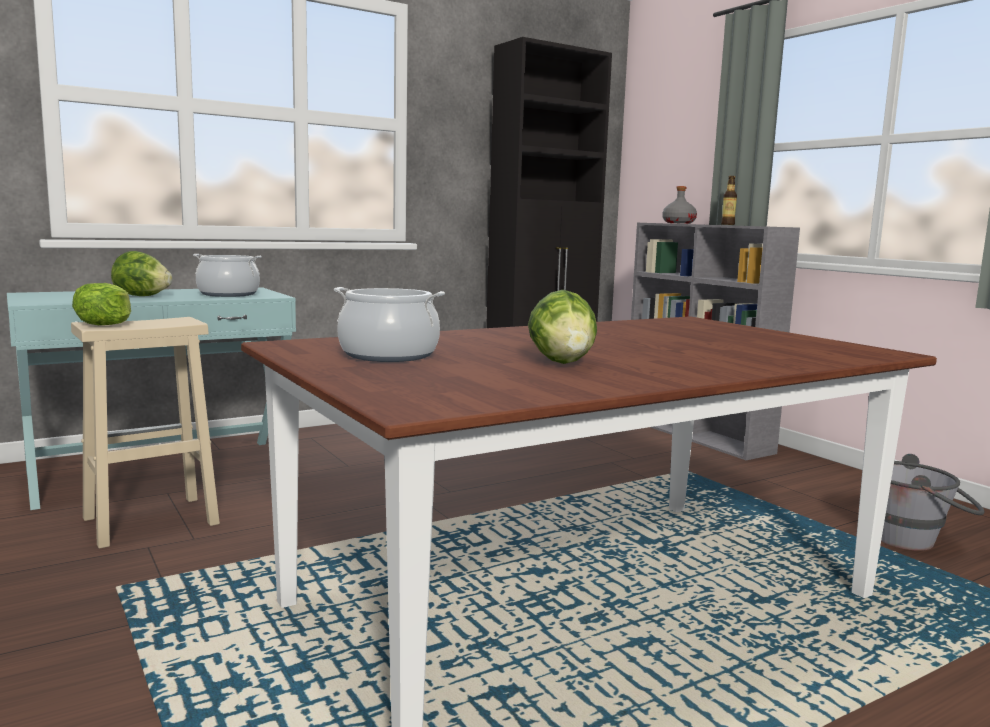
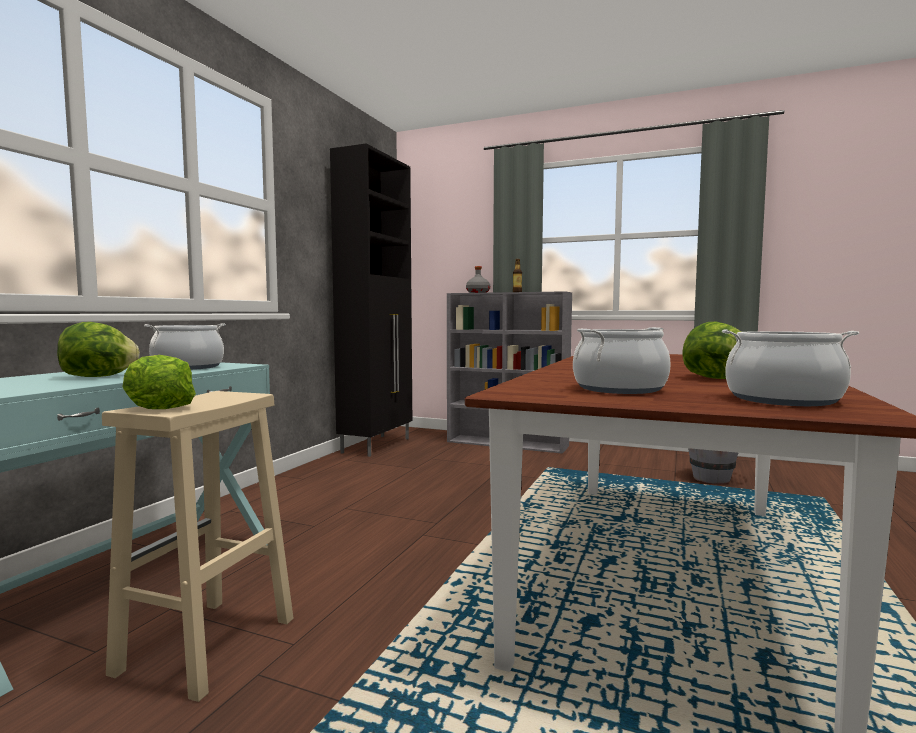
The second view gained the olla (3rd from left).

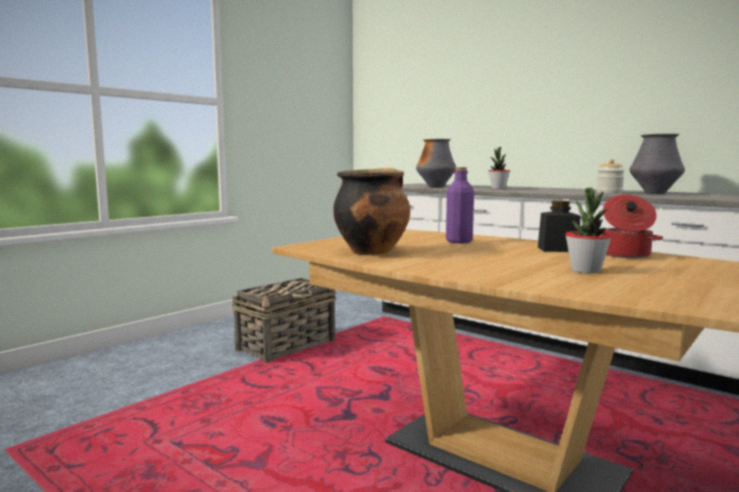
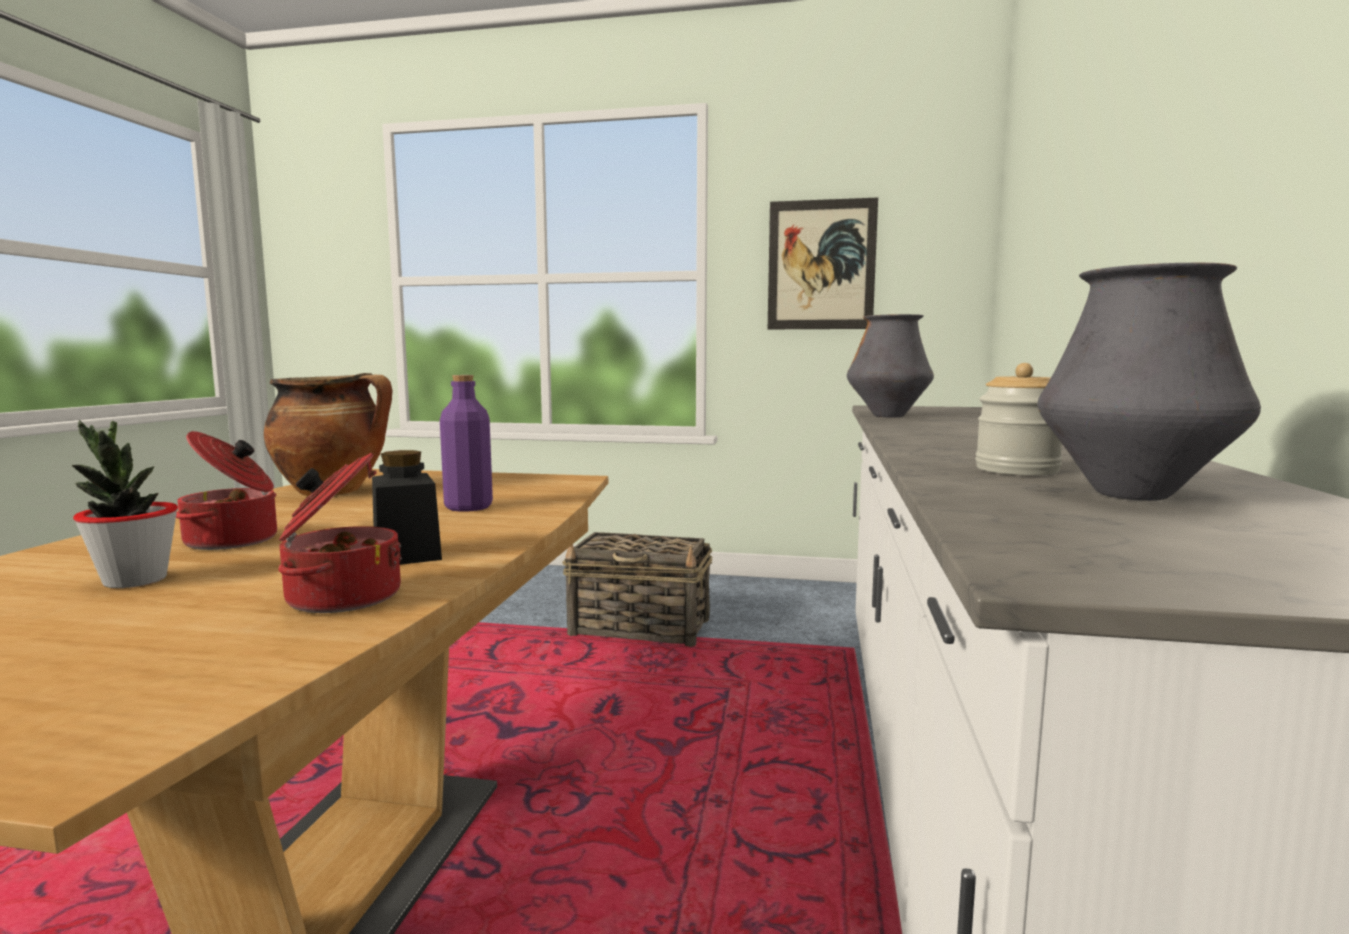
The second view lost the planta en maceta (1st from left). The second view gained the cuadro. The second view gained the olla (1st from left).

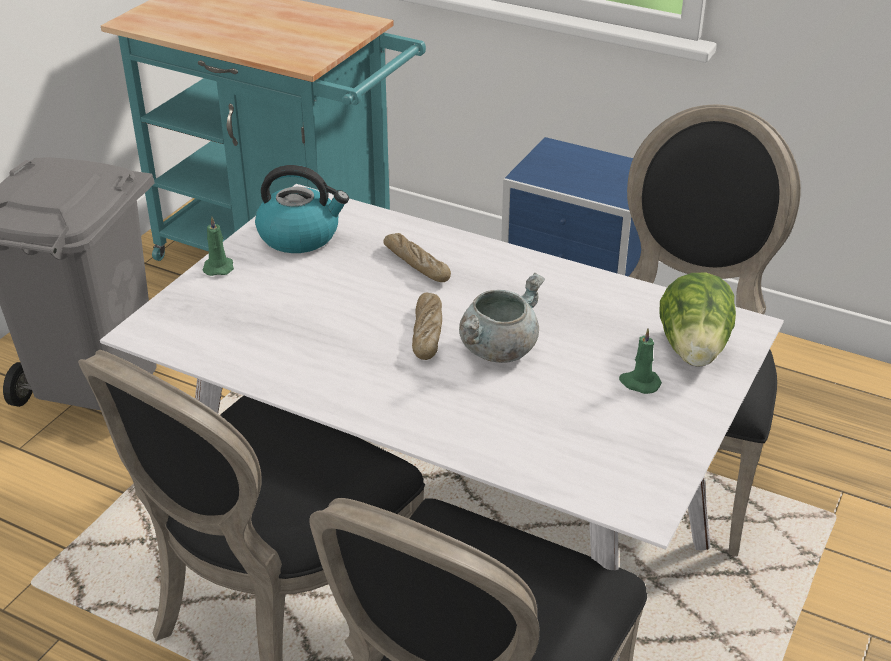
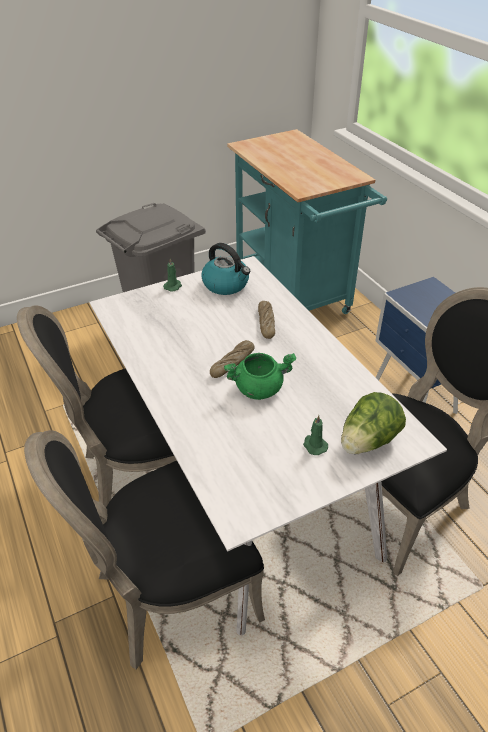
What was the olla [gris] turned into the olla [verde].

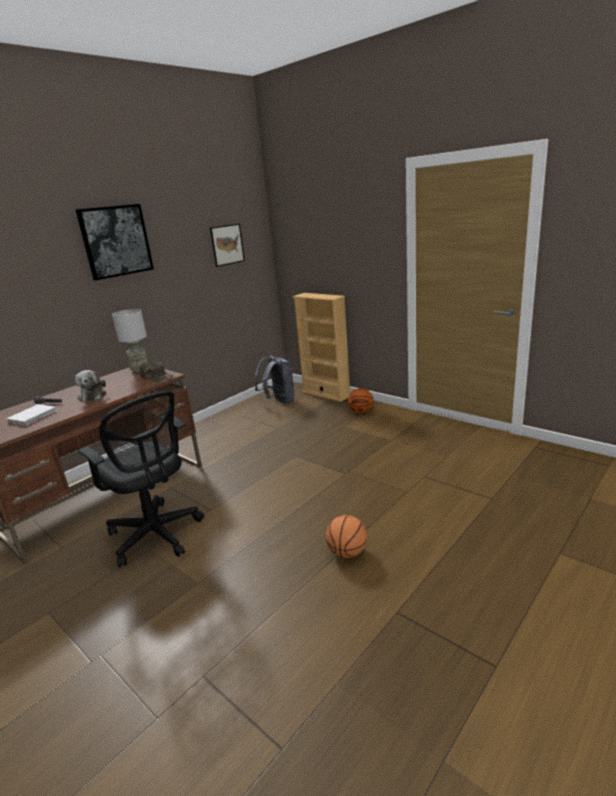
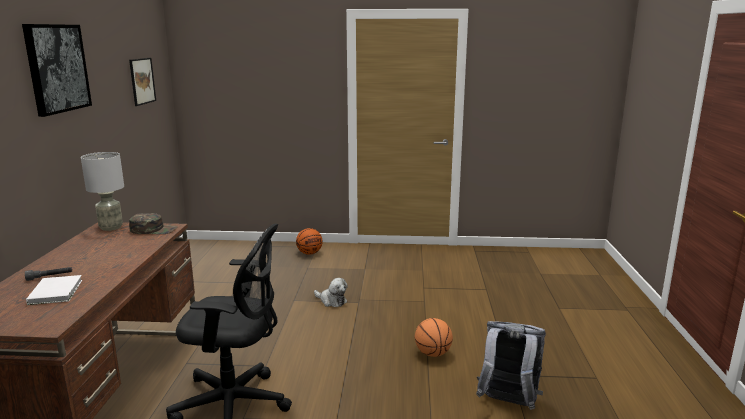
The second view lost the estantería [beis]. The mochila [gris] ended up elsewhere. The peluche ended up elsewhere.

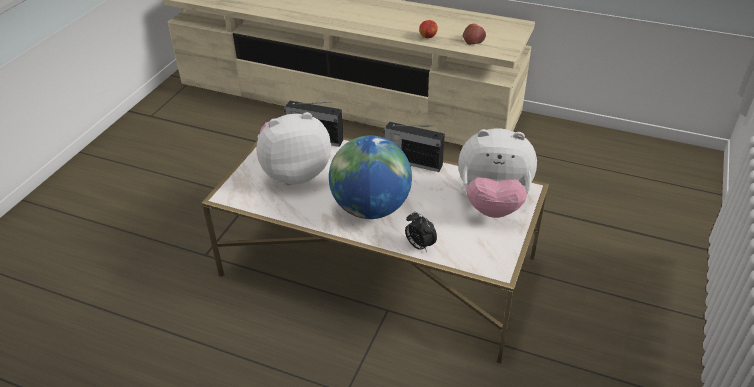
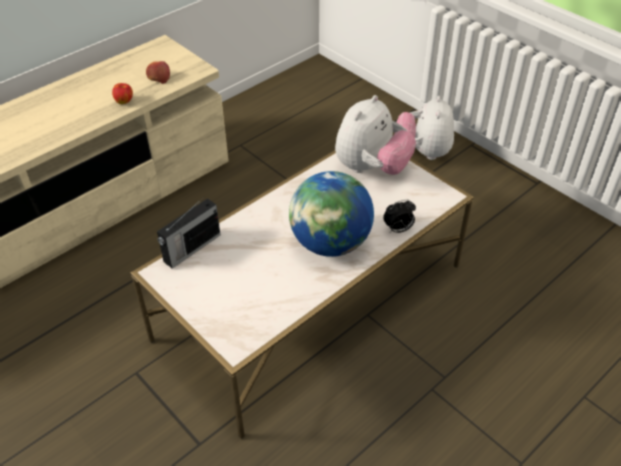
The peluche (1st from left in the first image) ended up elsewhere. The second view lost the radio (2nd from left).

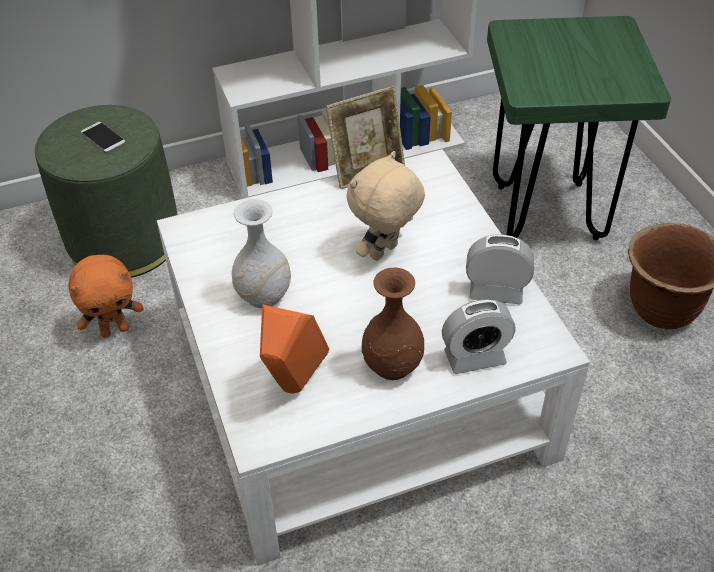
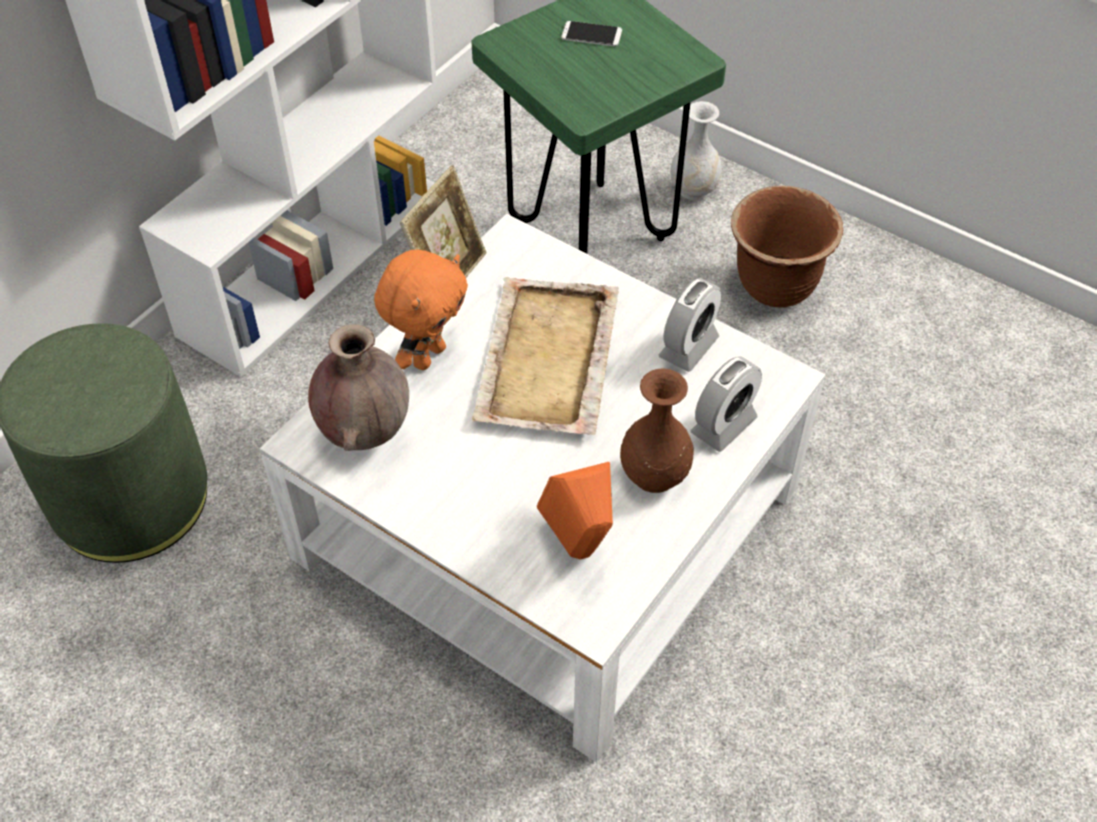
The móvil ended up elsewhere. Where the peluche [beis] stood, the bandeja [beis] came to stand. The florero [blanco] ended up elsewhere. The despertador (2nd from left in the first image) ended up facing another way, 150 degrees clockwise from before. The peluche [naranja] ended up elsewhere. The second view gained the florero [marrón] (1st from left).

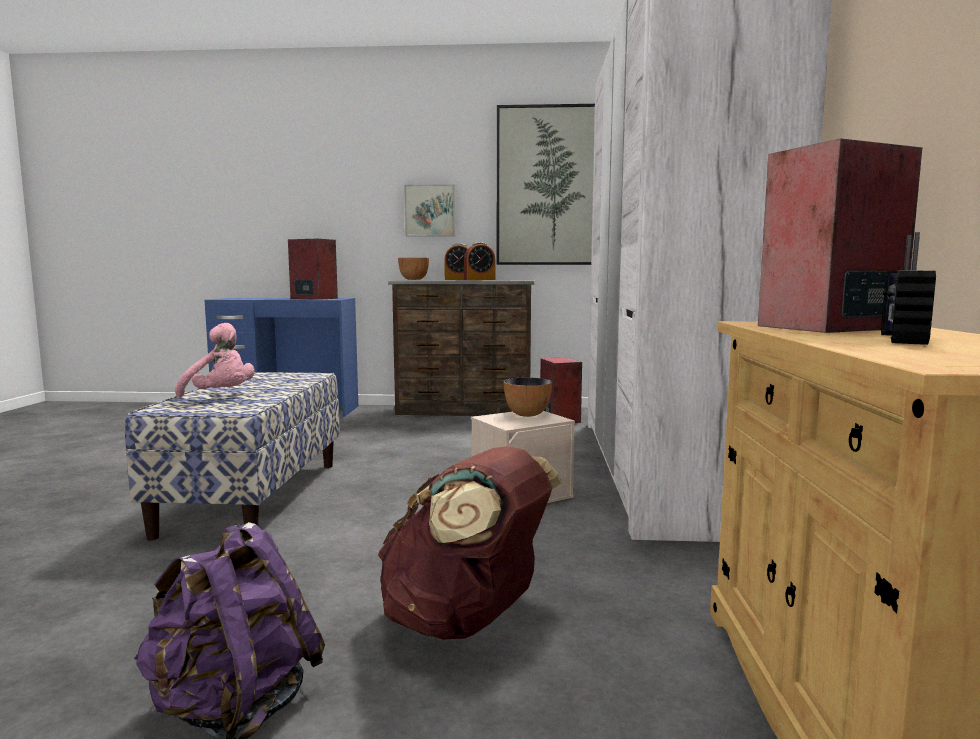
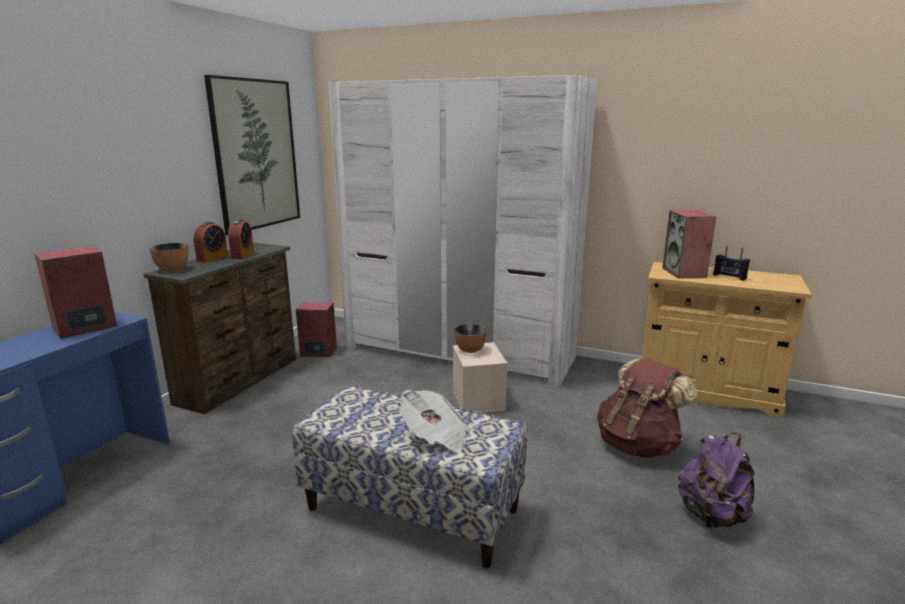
The second view lost the cuadro (1st from left). Where the peluche [rosa] stood, the periódico came to stand.

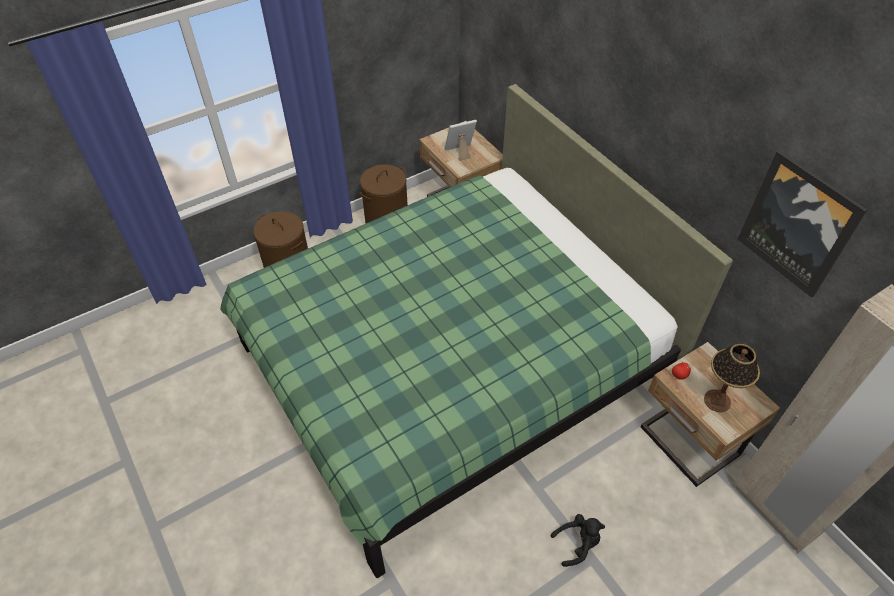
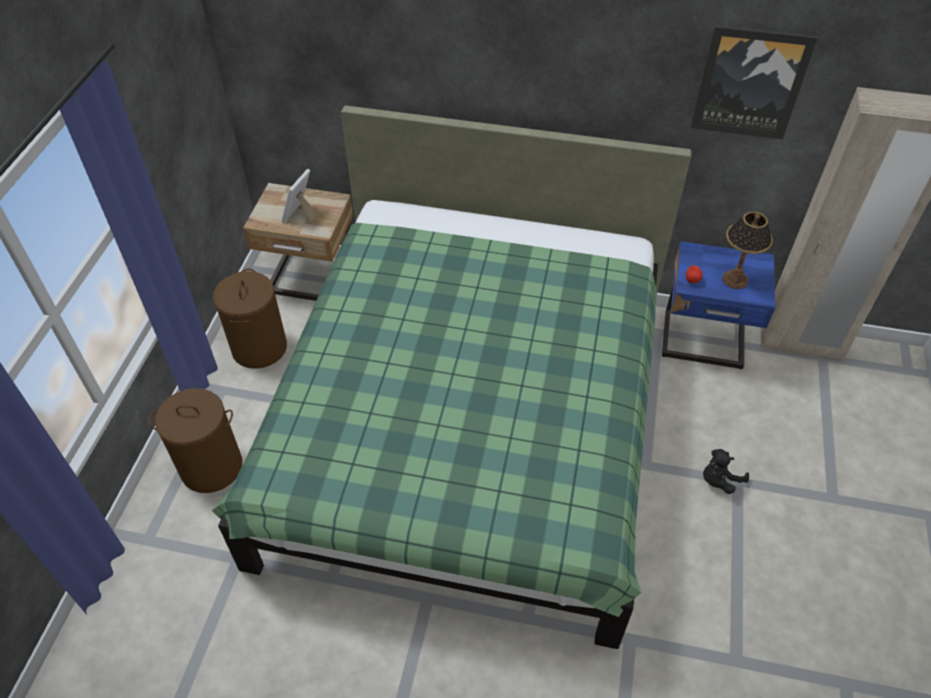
What was the mesita de noche [beis] (2nd from left) turned into the mesita de noche [azul]. The peluche [negro] ended up facing another way, 150 degrees counterclockwise from before.

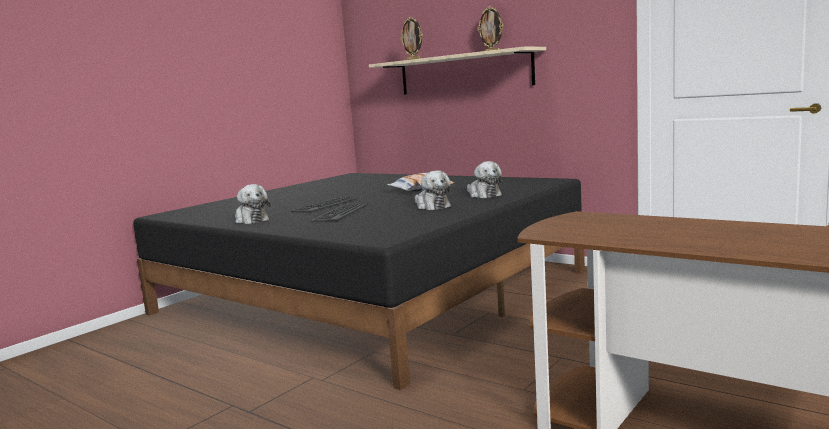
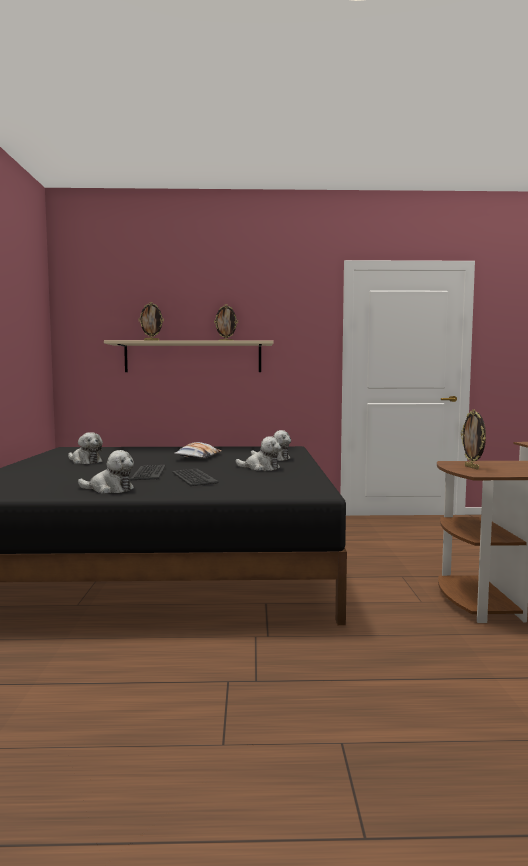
The second view gained the portarretratos (3rd from left). The second view gained the peluche (1st from left).

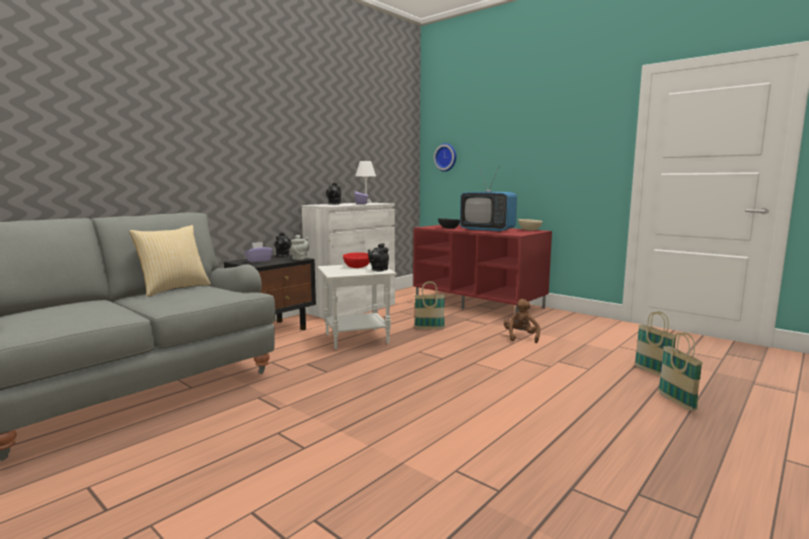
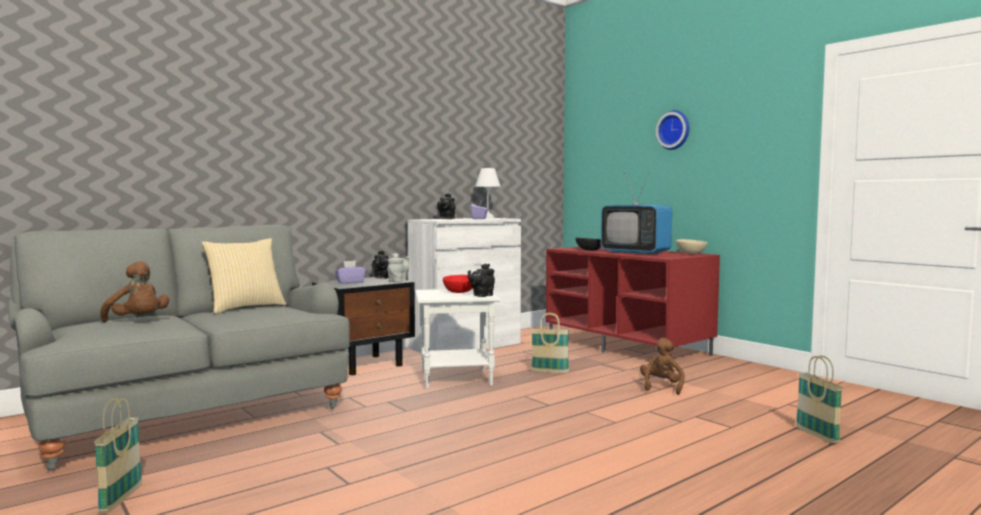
The reloj de pared ended up elsewhere. The cesta (3rd from left in the first image) ended up elsewhere. The second view gained the peluche [marrón] (1st from left).

